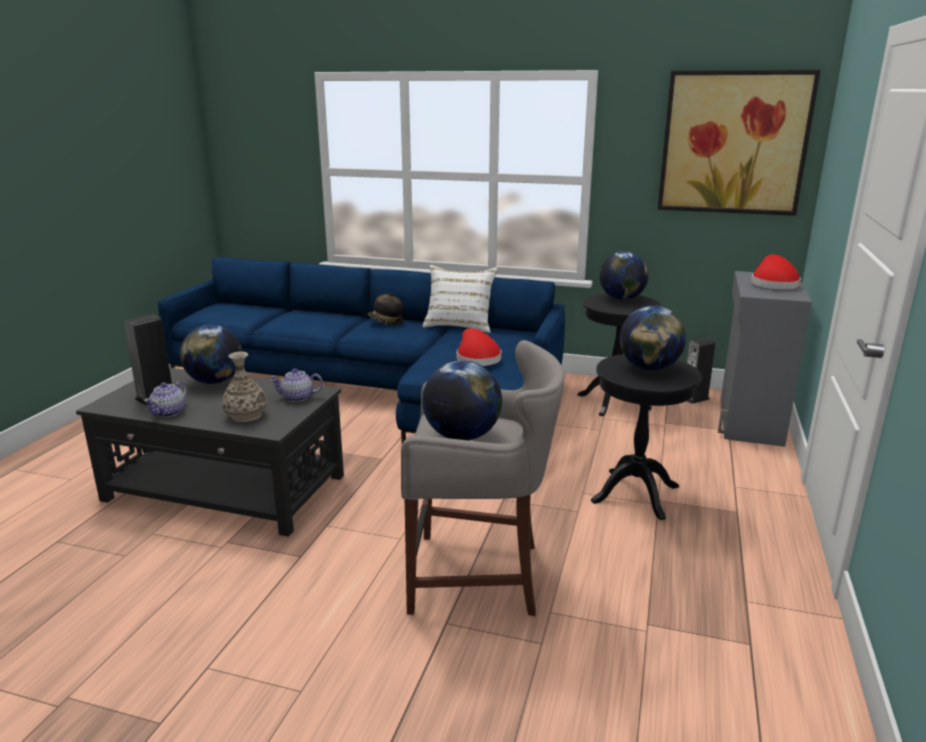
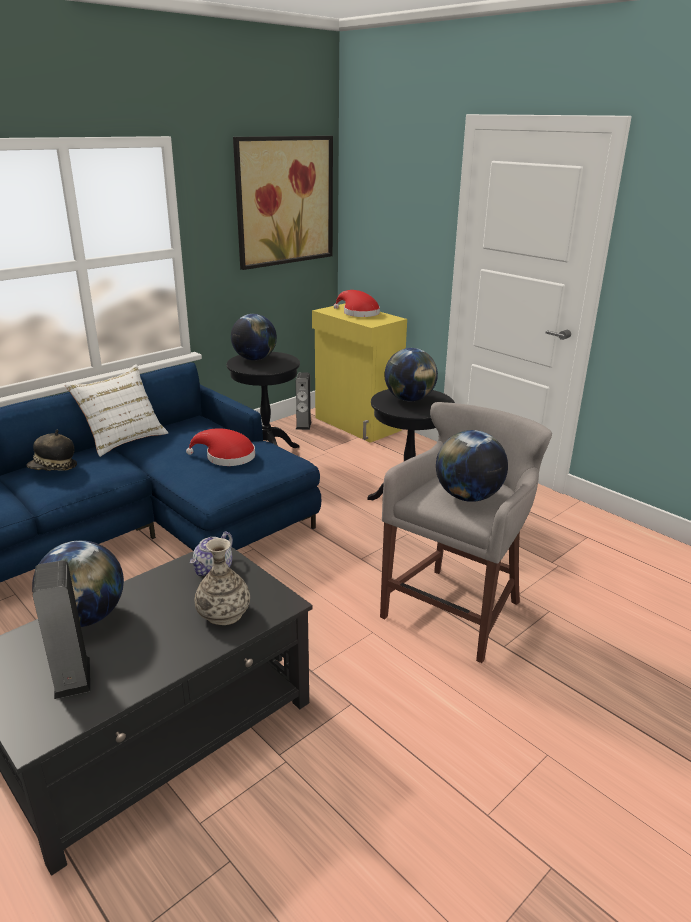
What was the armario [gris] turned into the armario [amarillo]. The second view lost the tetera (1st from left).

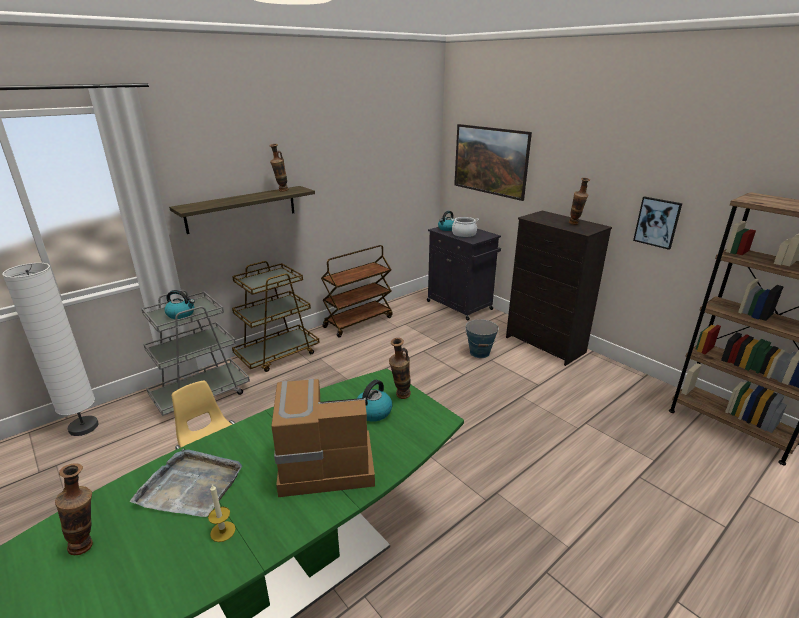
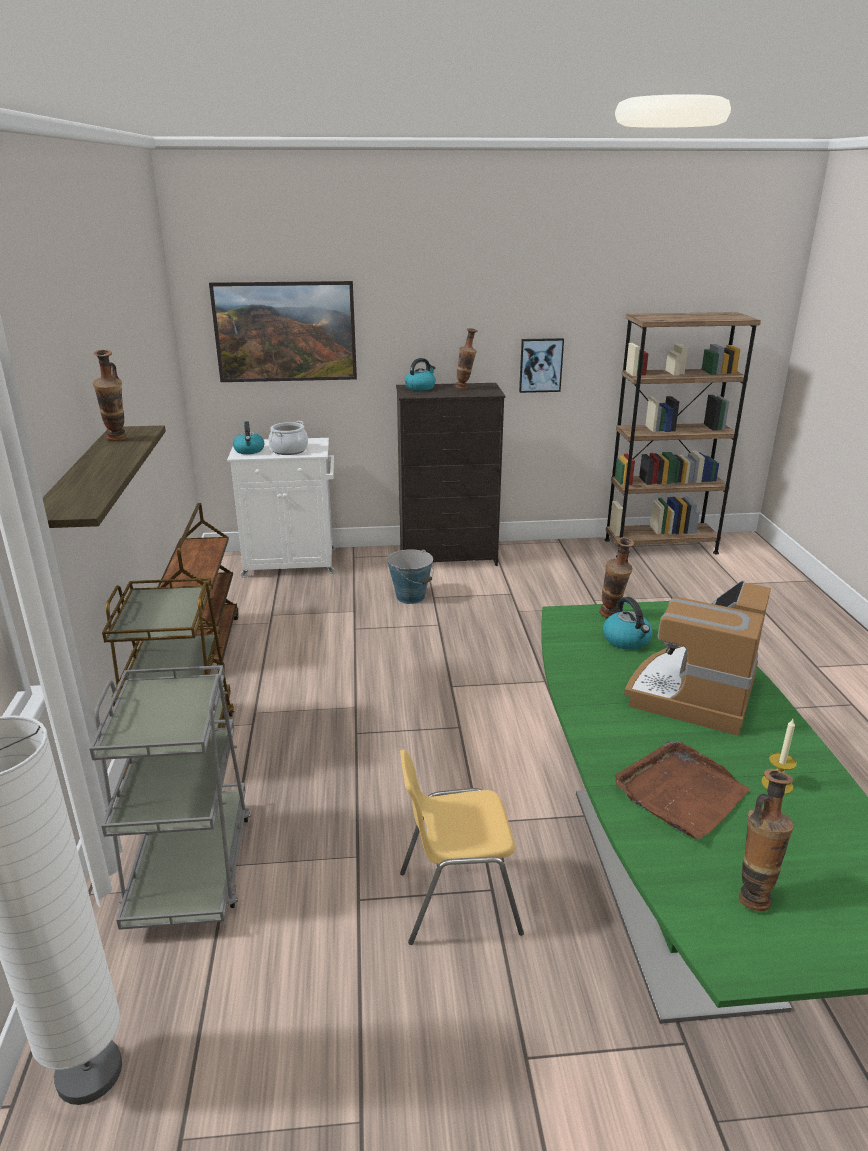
What was the armario [negro] turned into the armario [blanco]. The hervidor (1st from left in the first image) ended up elsewhere. What was the bandeja [gris] turned into the bandeja [marrón].

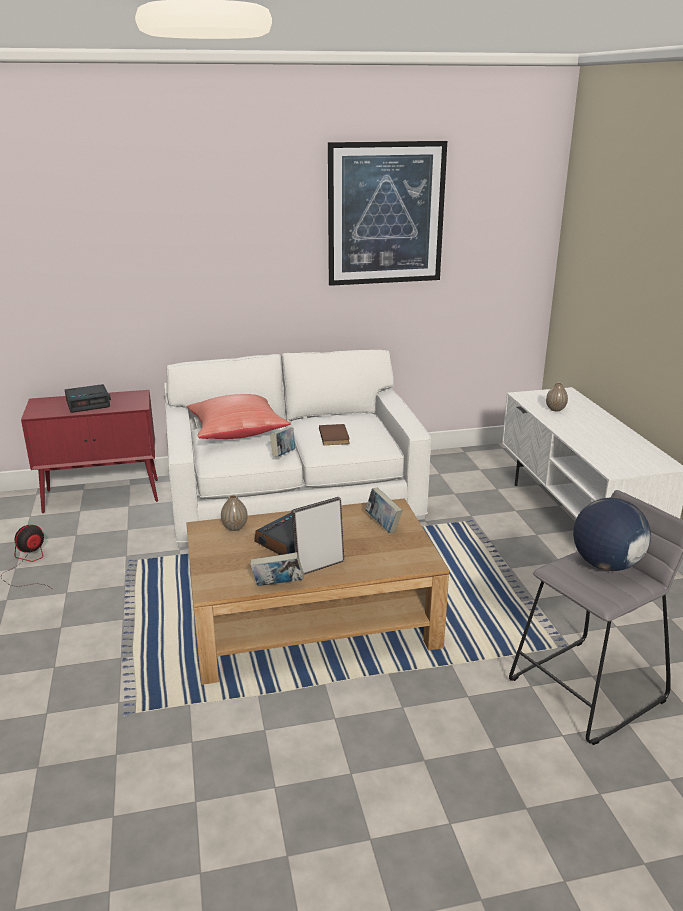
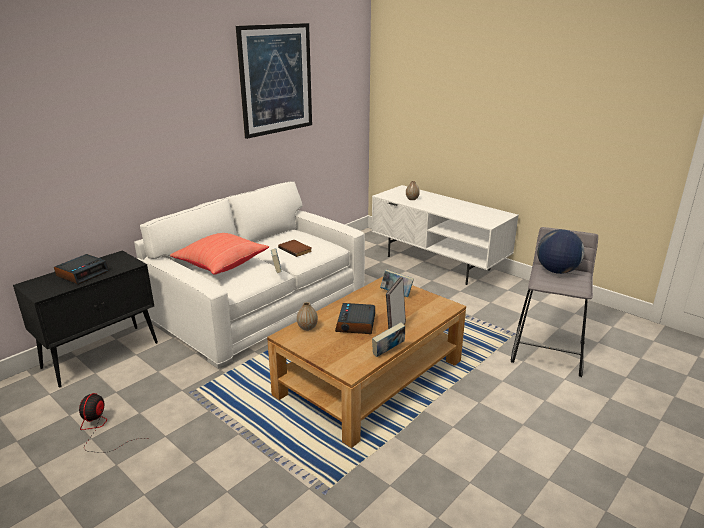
What was the armario [rojo] turned into the armario [negro].

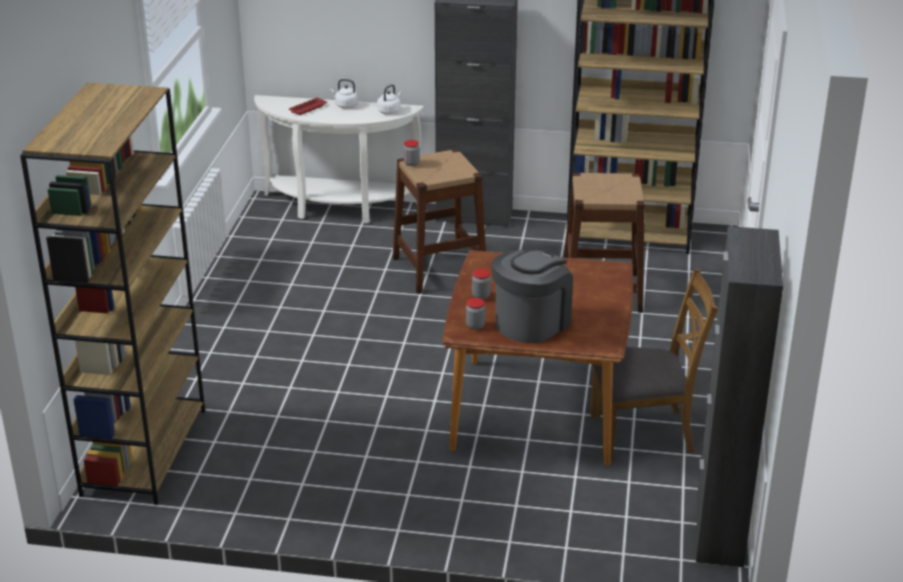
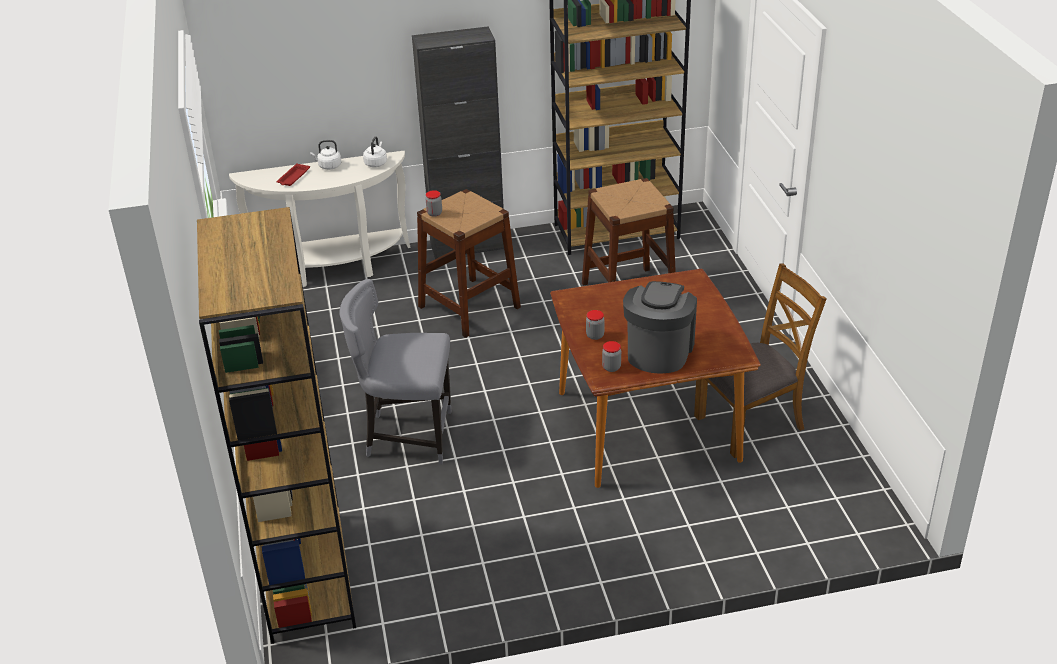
The second view lost the armario [negro] (2nd from left). The second view gained the silla [gris].

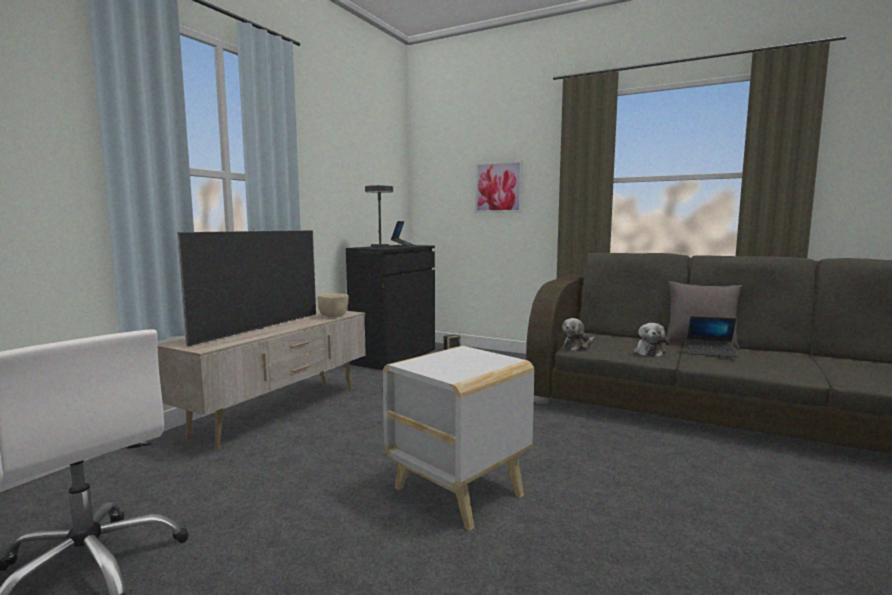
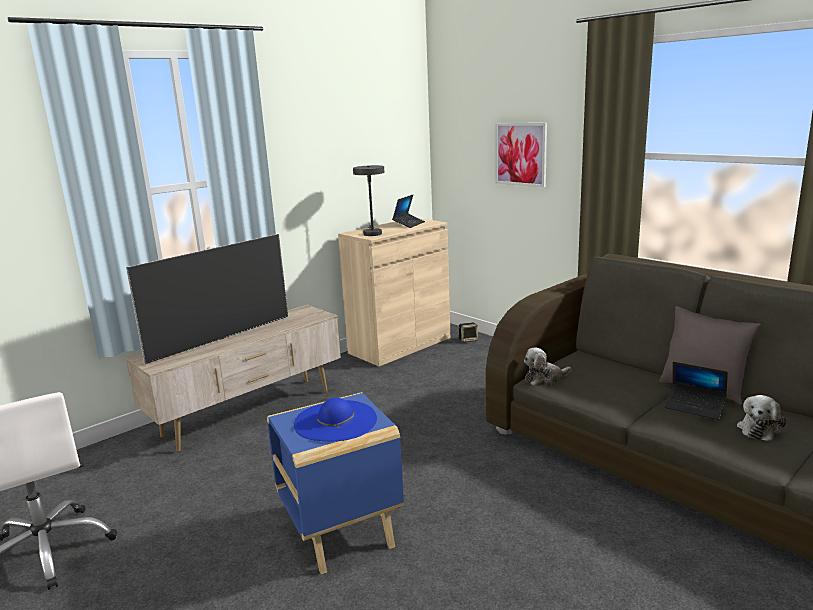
What was the armario [negro] turned into the armario [beis]. The second view lost the cuenco [beis]. The peluche (2nd from left) ended up elsewhere. What was the mesa auxiliar [blanco] turned into the mesa auxiliar [azul]. The second view gained the sombrero [azul].

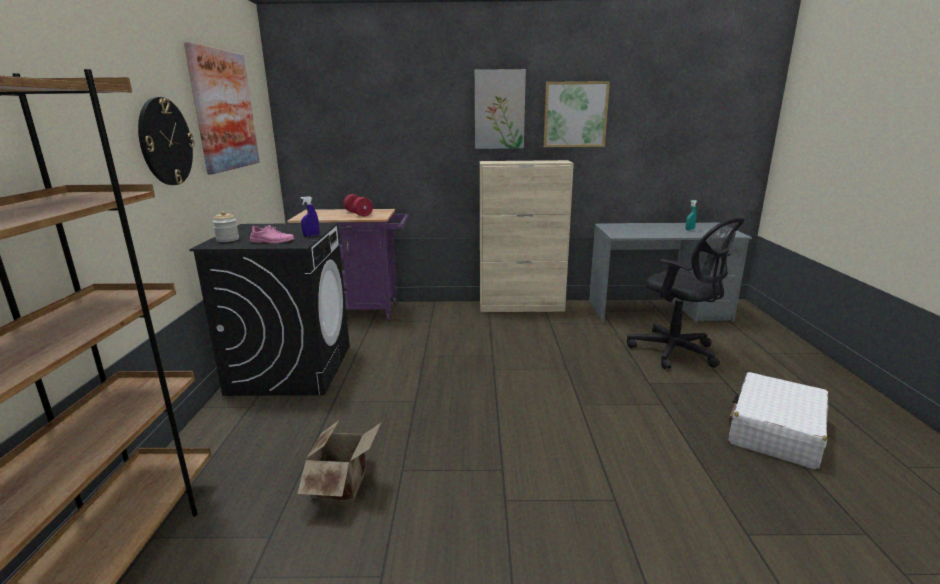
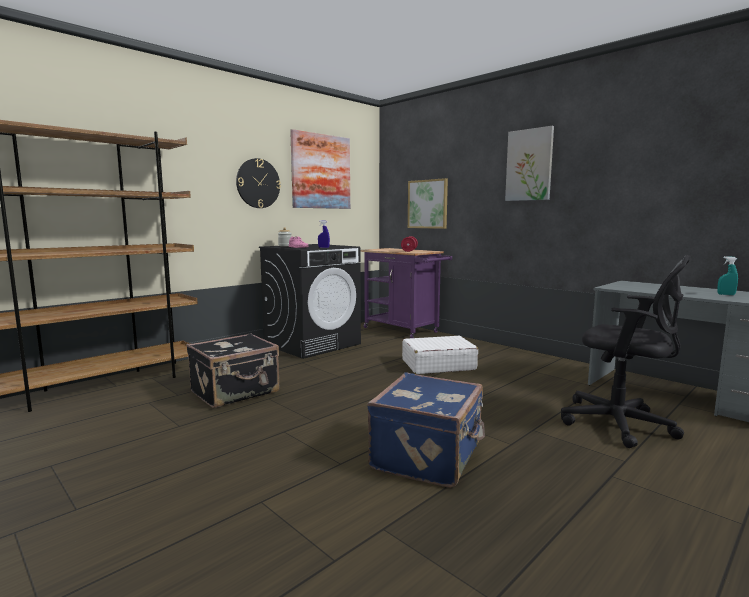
The cuadro (3rd from left in the first image) ended up elsewhere. The second view lost the armario [beis]. The silla de oficina [negro] ended up facing another way, 60 degrees counterclockwise from before. The maleta [blanco] ended up elsewhere. Where the caja de cartón stood, the maleta [negro] came to stand. The second view gained the maleta [azul].

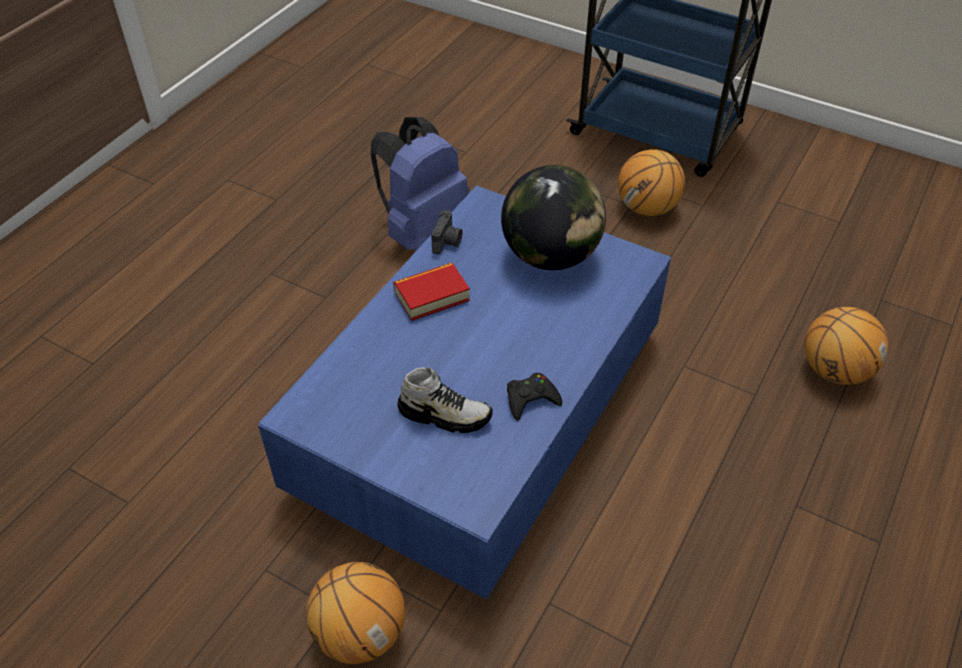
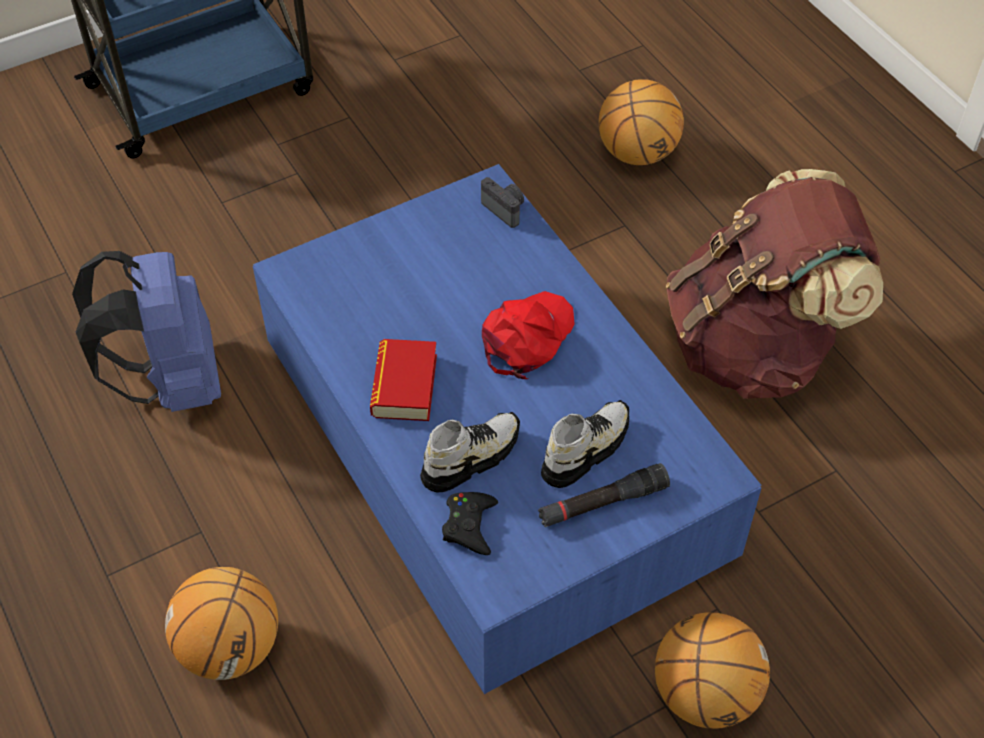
The balón de baloncesto (2nd from left in the first image) ended up elsewhere. The second view lost the globo terráqueo. The cámara ended up elsewhere. The mando de consola [negro] ended up elsewhere. The second view gained the mochila [marrón]. The second view gained the gorra [rojo]. The second view gained the zapato (1st from left). The second view gained the linterna [negro].

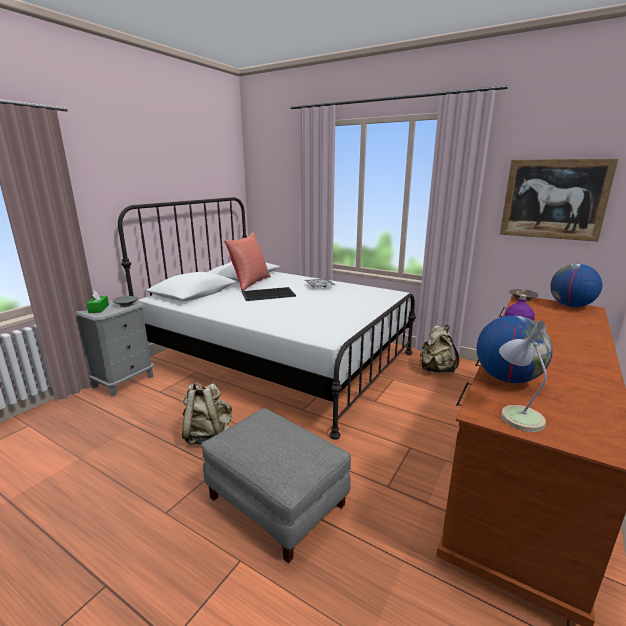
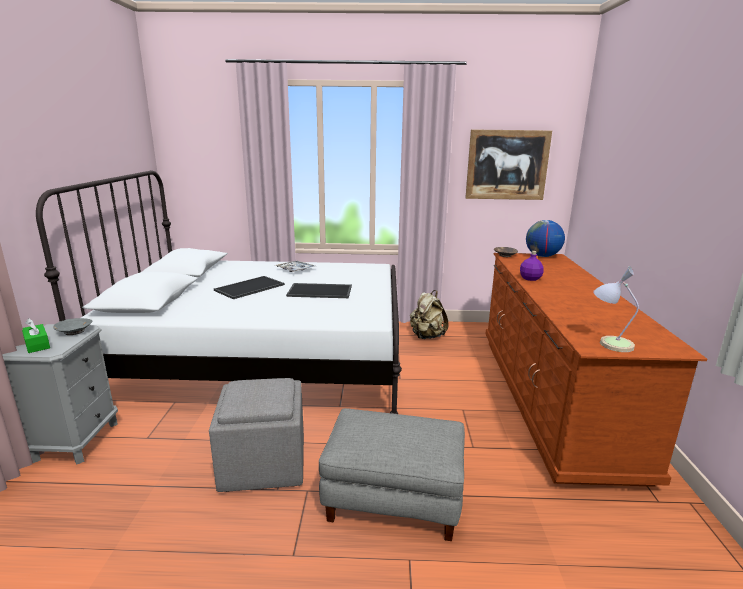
The second view lost the cojín [rojo]. The second view lost the globo terráqueo (1st from left). Where the mochila [beis] (1st from left) stood, the puf [gris] (1st from left) came to stand. The second view gained the bandeja (3rd from left).

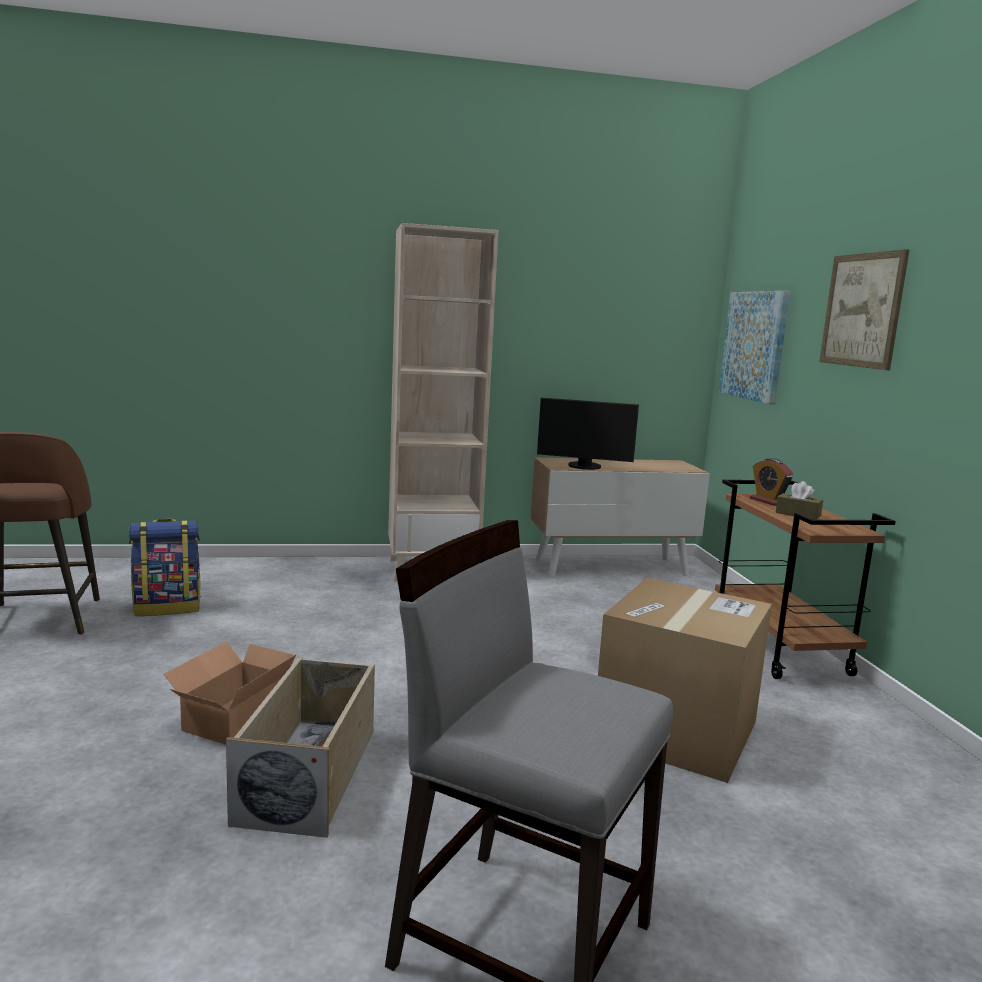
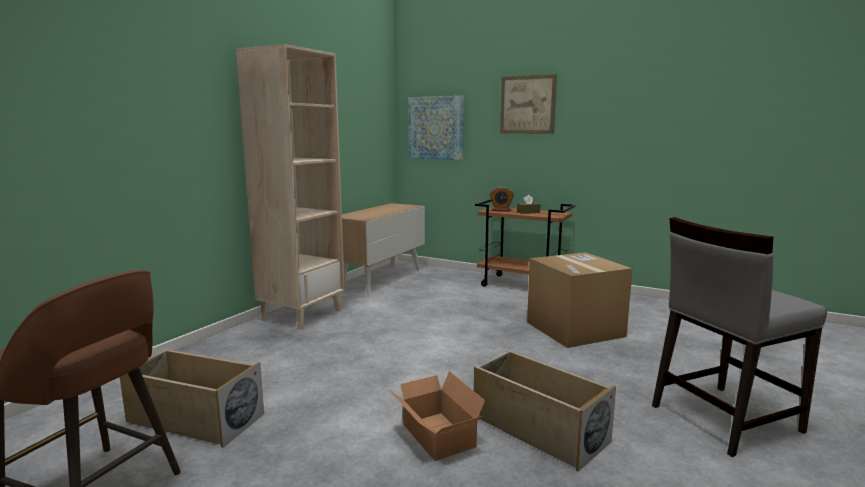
The second view lost the monitor. Where the mochila stood, the caja de almacenaje [beis] (1st from left) came to stand.

